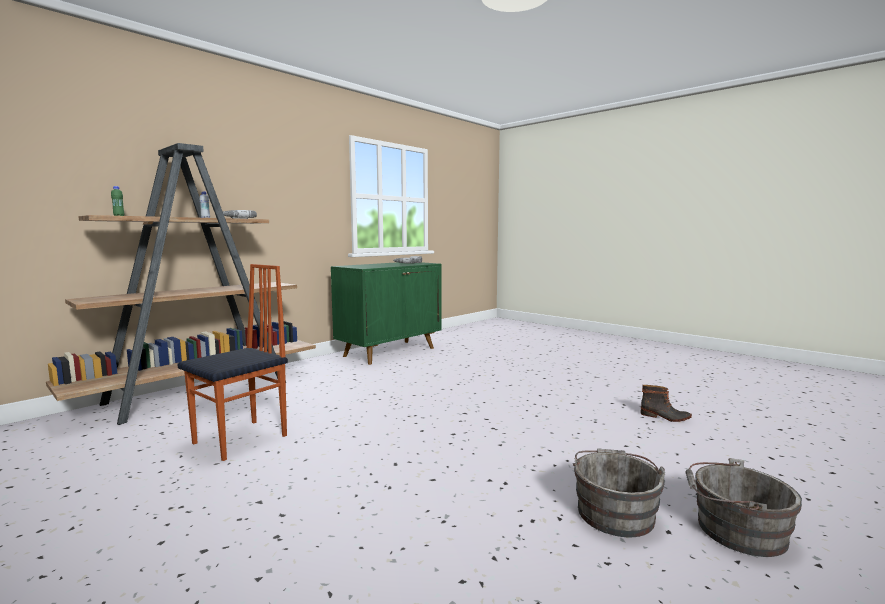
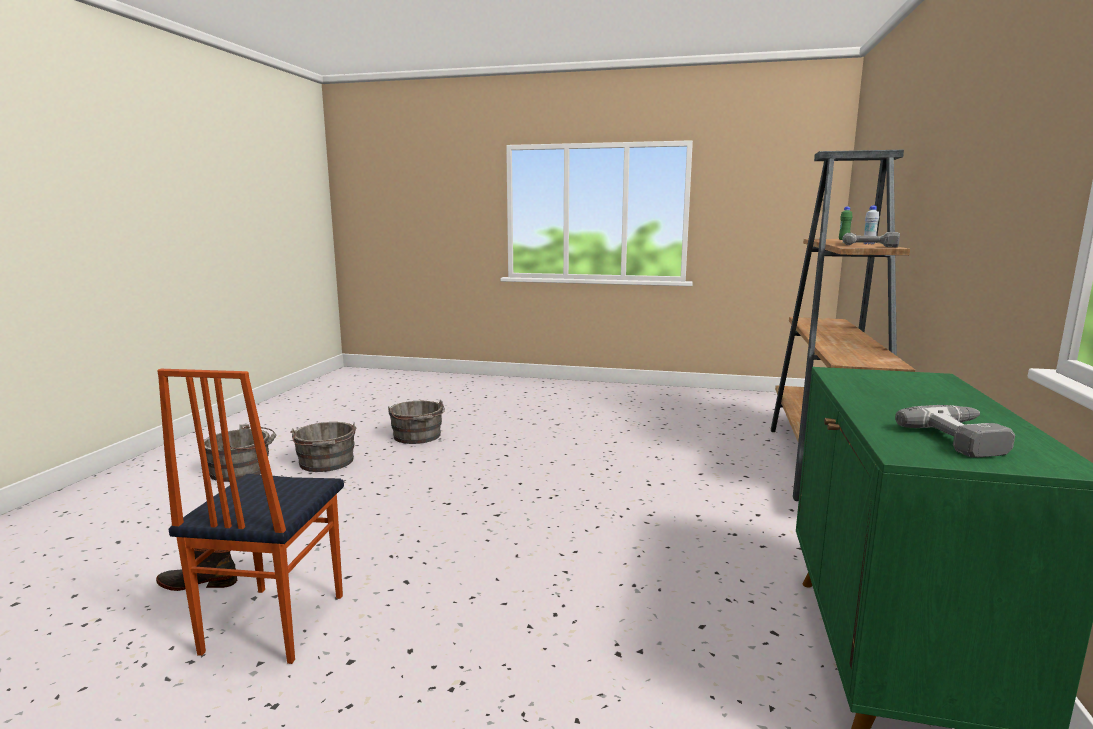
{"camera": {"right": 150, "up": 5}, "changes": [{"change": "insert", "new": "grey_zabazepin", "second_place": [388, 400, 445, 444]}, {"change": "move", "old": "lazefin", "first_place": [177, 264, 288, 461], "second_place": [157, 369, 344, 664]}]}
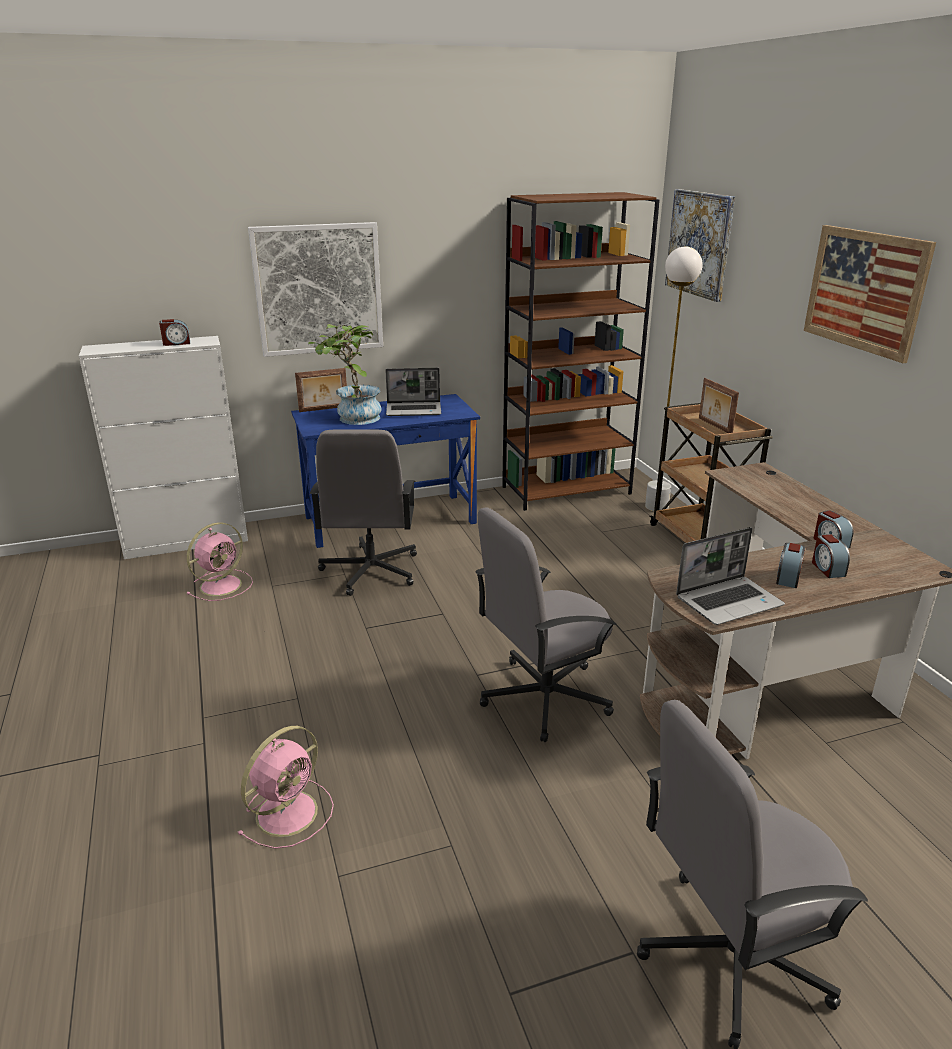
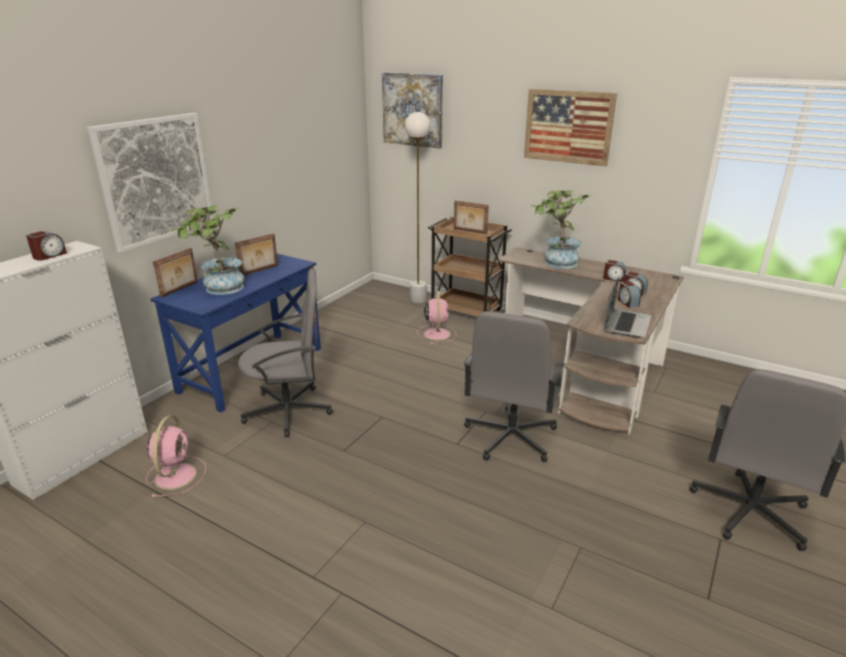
{"camera": {"right": -40, "up": 0}, "changes": [{"change": "delete", "old": "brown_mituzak", "first_place": [502, 192, 660, 511]}, {"change": "insert", "new": "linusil", "second_place": [531, 190, 592, 269]}, {"change": "move", "old": "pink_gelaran", "first_place": [238, 726, 334, 849], "second_place": [417, 291, 456, 344]}, {"change": "replace", "old": "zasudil", "new": "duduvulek", "first_place": [385, 368, 441, 416], "second_place": [235, 233, 278, 276]}, {"change": "rotate", "old": "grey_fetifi", "first_place": [310, 429, 417, 596], "second_place": [238, 269, 333, 437], "degrees": -60}]}
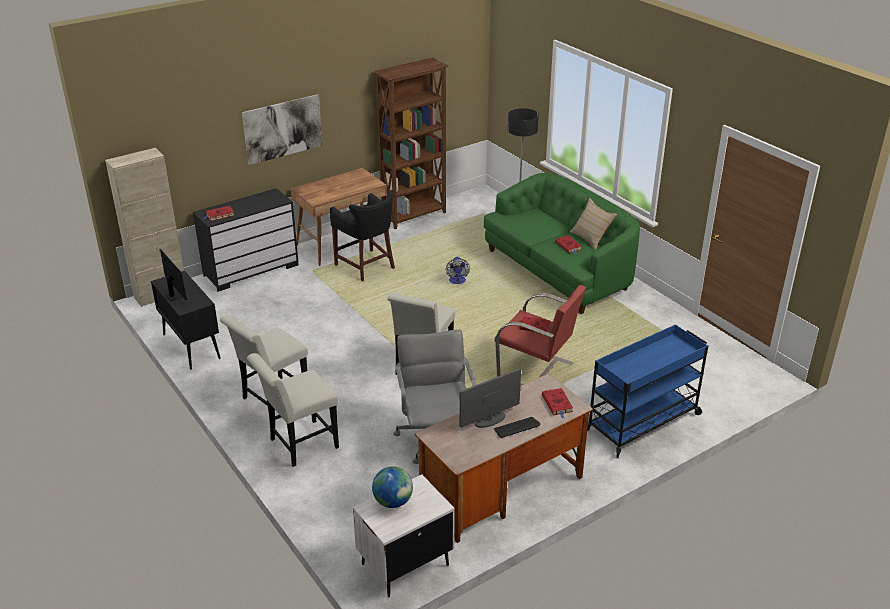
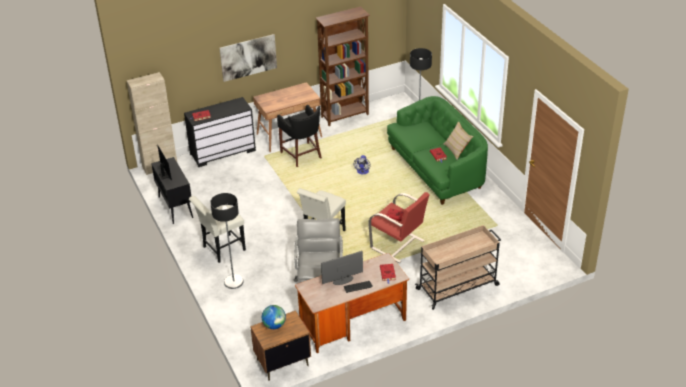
{"camera": {"right": 10, "up": 5}, "changes": [{"change": "replace", "old": "white_lazefin", "new": "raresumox", "first_place": [247, 353, 339, 467], "second_place": [210, 193, 244, 289]}, {"change": "recolor", "old": "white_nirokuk", "new": "brown_nirokuk", "first_place": [353, 475, 455, 597], "second_place": [250, 310, 311, 381]}, {"change": "recolor", "old": "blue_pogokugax", "new": "beige_pogokugax", "first_place": [587, 324, 708, 458], "second_place": [415, 225, 501, 310]}]}
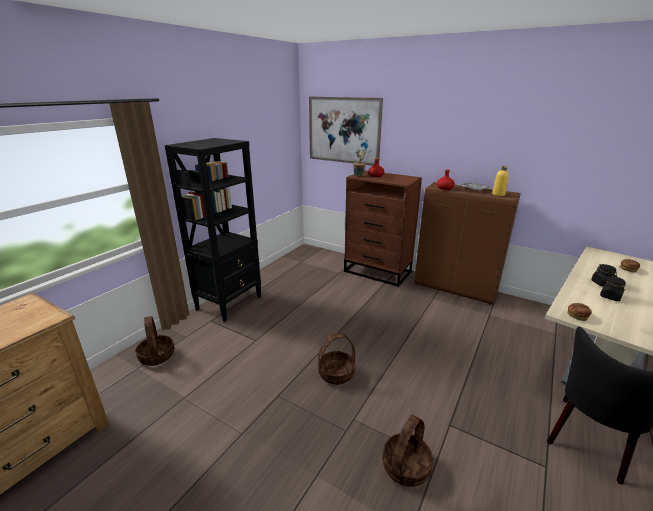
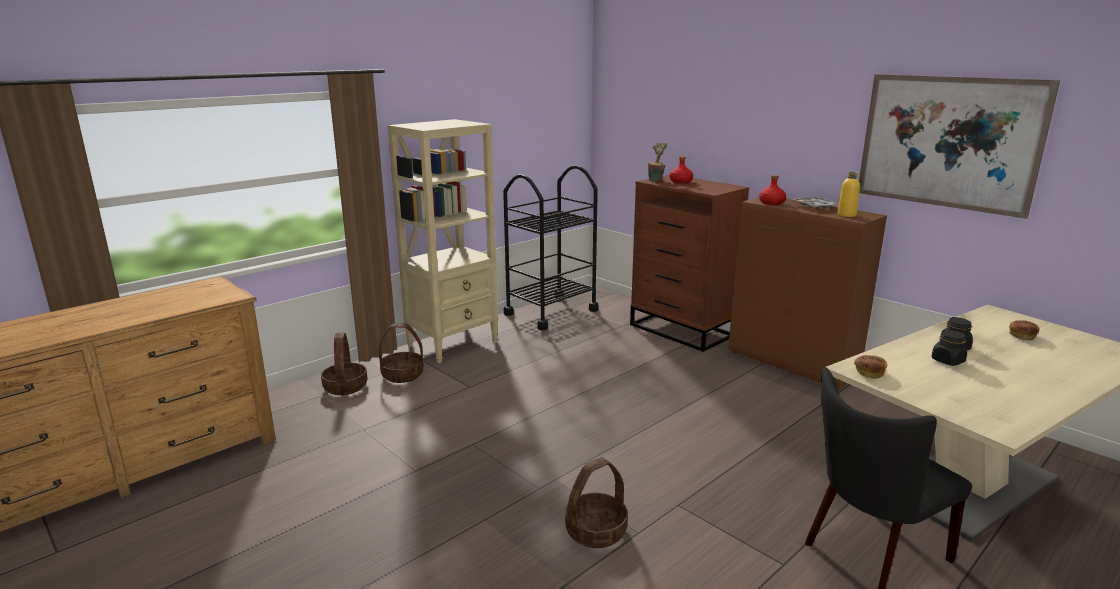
{"camera": {"right": 15, "up": -5}, "changes": [{"change": "insert", "new": "black_pogokugax", "second_place": [503, 165, 599, 331]}, {"change": "move", "old": "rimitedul", "first_place": [309, 97, 383, 166], "second_place": [859, 74, 1060, 219]}, {"change": "move", "old": "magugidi", "first_place": [318, 333, 355, 385], "second_place": [379, 323, 424, 383]}, {"change": "recolor", "old": "black_mituzak", "new": "beige_mituzak", "first_place": [165, 138, 262, 322], "second_place": [387, 119, 499, 363]}]}
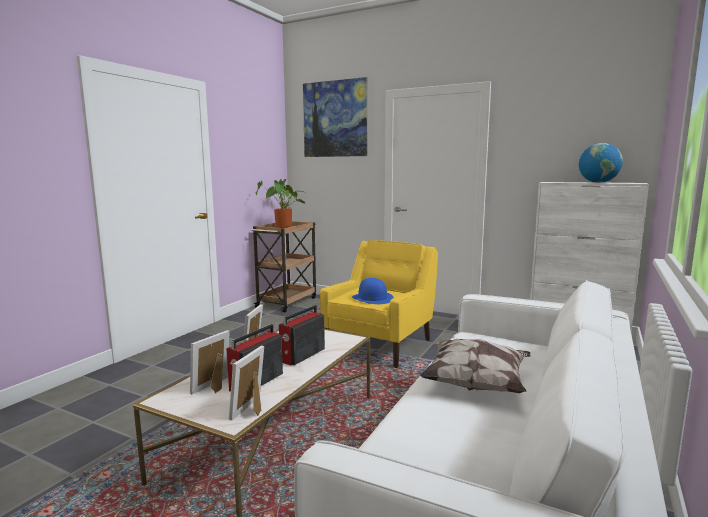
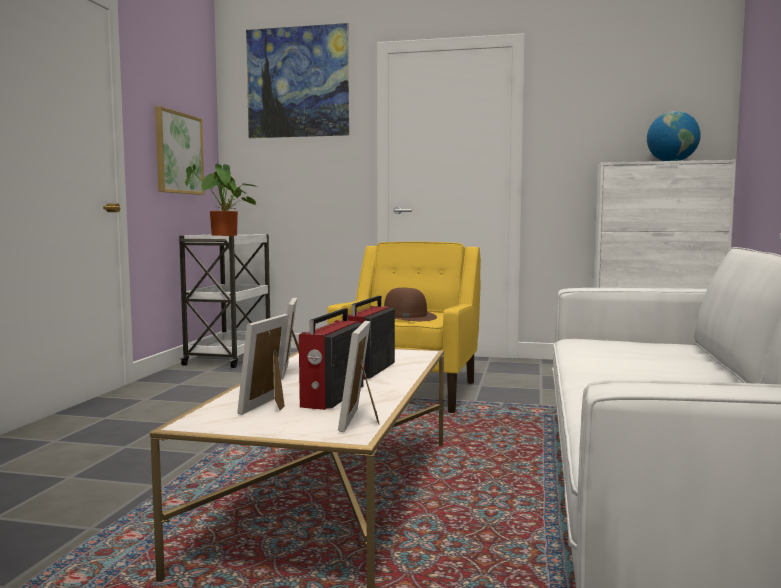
{"camera": {"right": -15, "up": -5}, "changes": [{"change": "delete", "old": "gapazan", "first_place": [419, 339, 531, 393]}, {"change": "insert", "new": "rimitedul", "second_place": [155, 106, 204, 195]}, {"change": "recolor", "old": "brown_pogokugax", "new": "white_pogokugax", "first_place": [252, 221, 316, 312], "second_place": [178, 234, 270, 368]}, {"change": "recolor", "old": "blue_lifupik", "new": "brown_lifupik", "first_place": [352, 278, 394, 304], "second_place": [384, 288, 437, 321]}]}
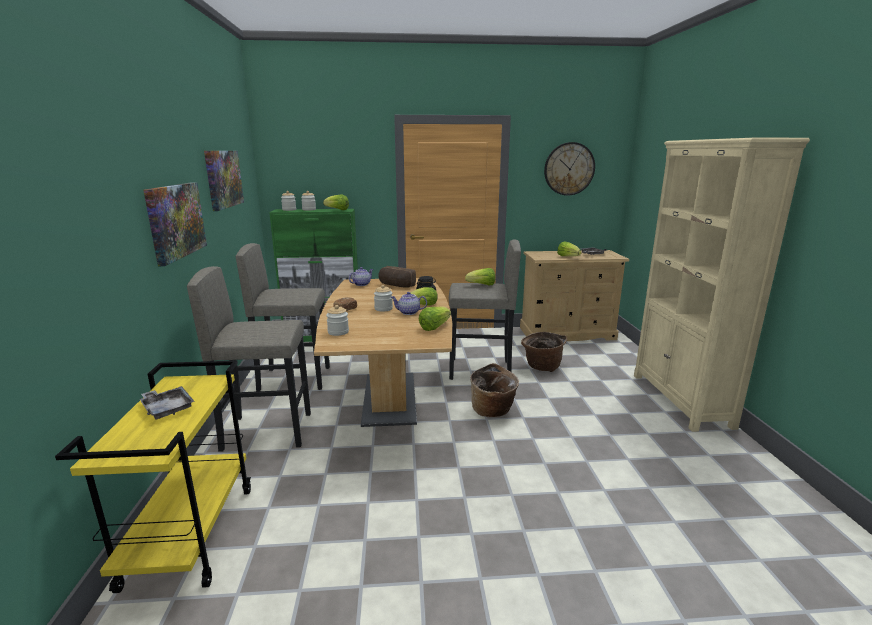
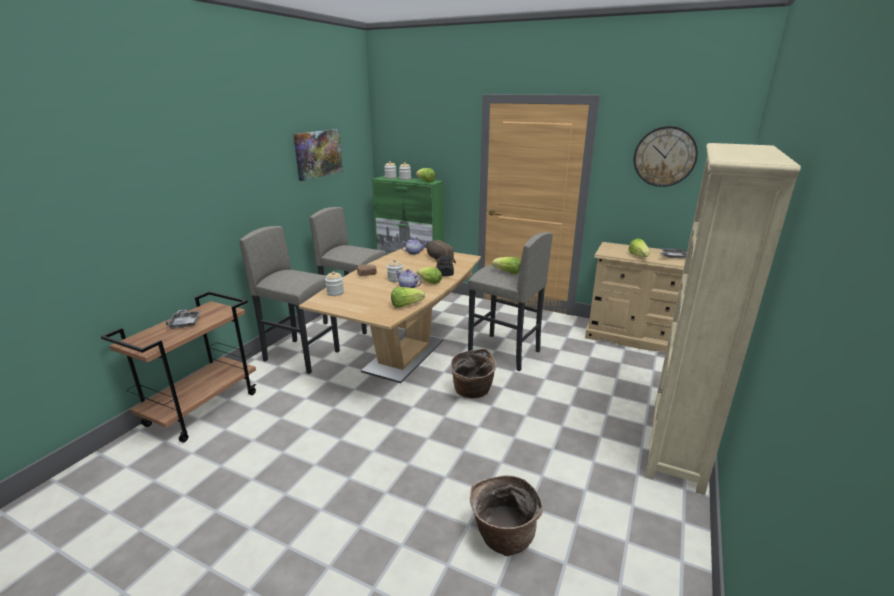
{"camera": {"right": 30, "up": 5}, "changes": [{"change": "delete", "old": "rimitedul", "first_place": [143, 182, 207, 266]}, {"change": "move", "old": "magugidi", "first_place": [521, 332, 567, 372], "second_place": [470, 475, 543, 556]}, {"change": "recolor", "old": "yellow_pogokugax", "new": "brown_pogokugax", "first_place": [55, 360, 251, 593], "second_place": [101, 291, 257, 443]}]}
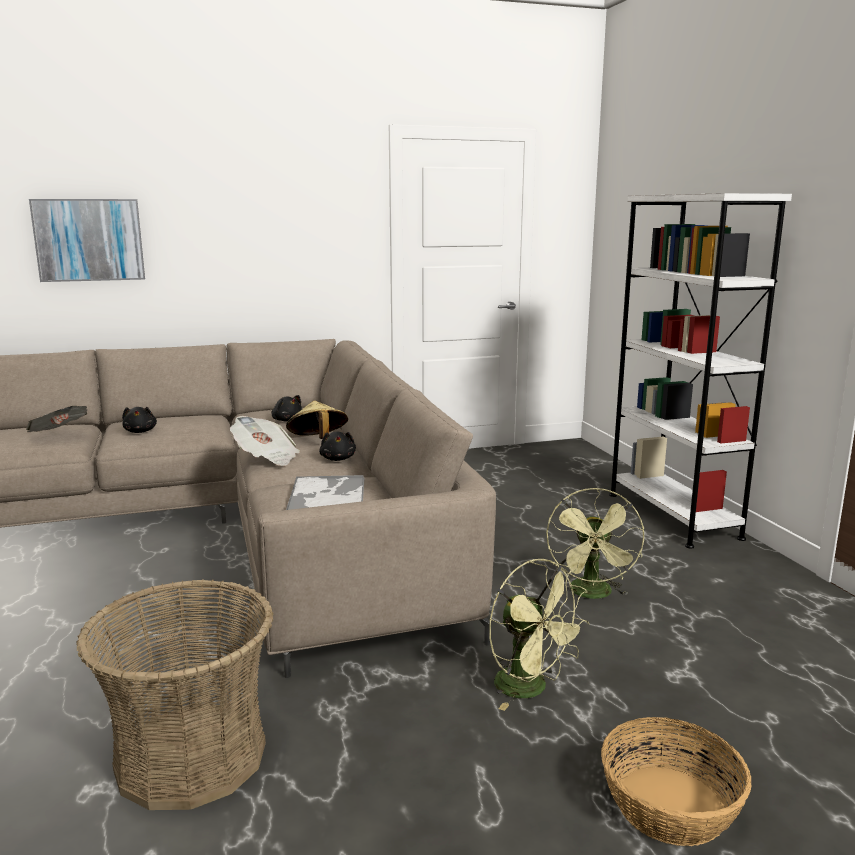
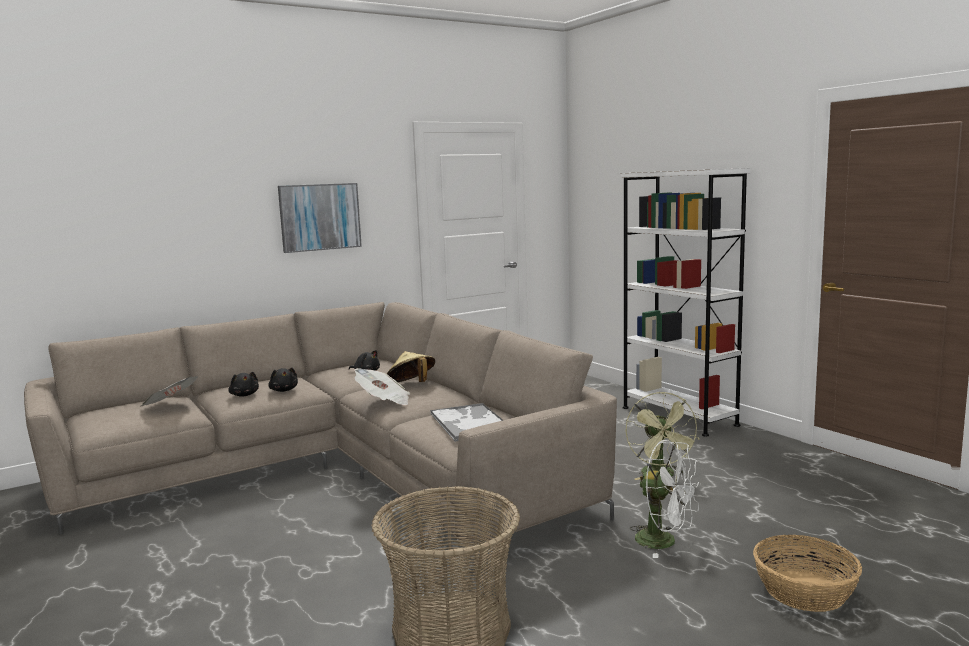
{"camera": {"right": -15, "up": -5}, "changes": [{"change": "move", "old": "rimitedul", "first_place": [29, 199, 145, 282], "second_place": [278, 183, 362, 253]}, {"change": "move", "old": "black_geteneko", "first_place": [319, 431, 356, 461], "second_place": [268, 368, 298, 392]}, {"change": "recolor", "old": "green_gelaran", "new": "white_gelaran", "first_place": [489, 559, 589, 711], "second_place": [630, 440, 701, 558]}]}
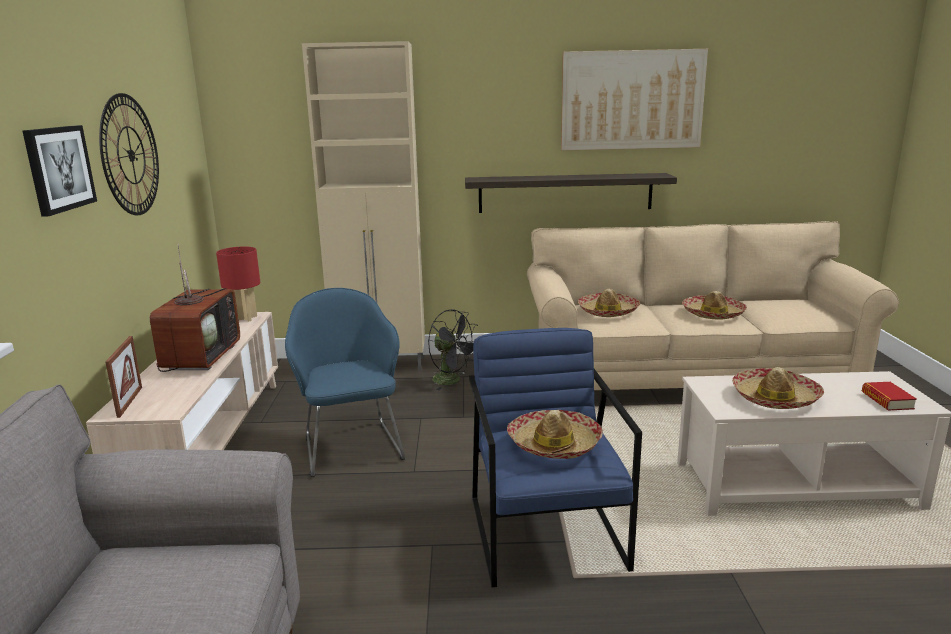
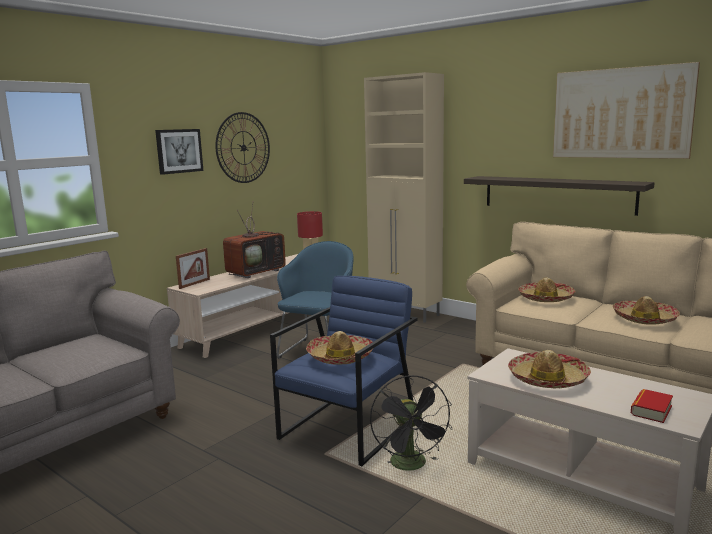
{"camera": {"right": 40, "up": -5}, "changes": [{"change": "move", "old": "black_gelaran", "first_place": [428, 309, 478, 390], "second_place": [370, 375, 452, 471]}]}
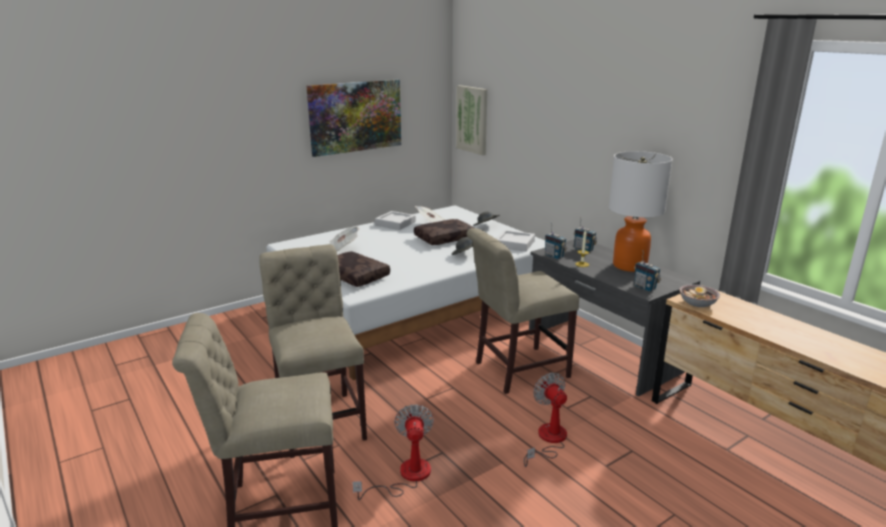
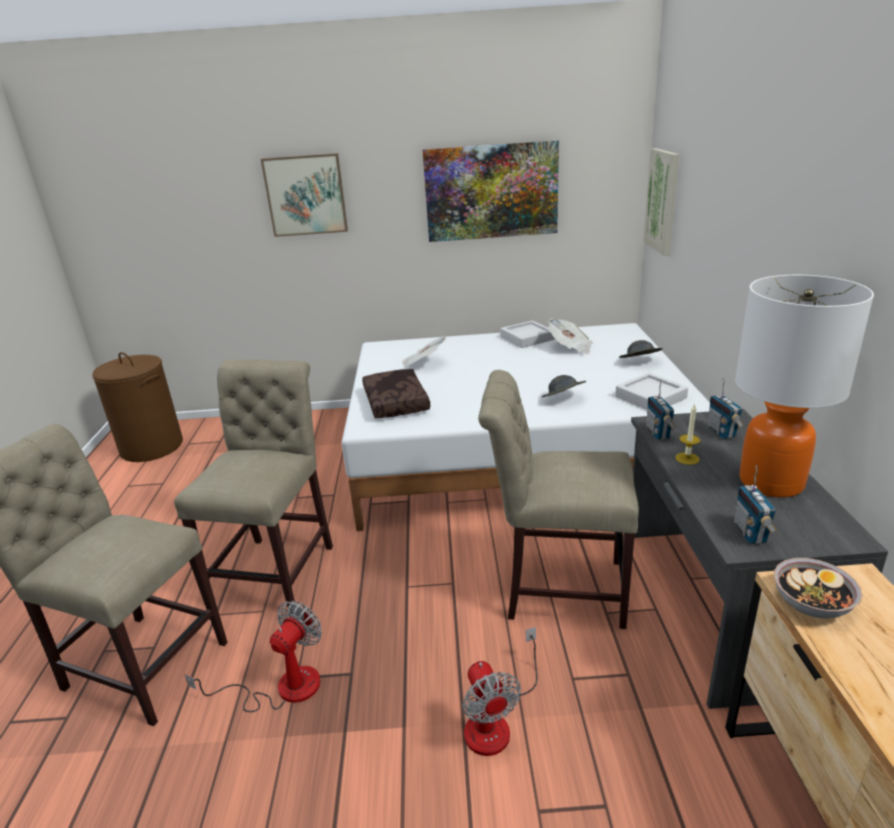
{"camera": {"right": 35, "up": 5}, "changes": [{"change": "delete", "old": "brown_gapazan", "first_place": [414, 219, 474, 245]}, {"change": "insert", "new": "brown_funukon", "second_place": [92, 352, 183, 462]}, {"change": "insert", "new": "rimitedul", "second_place": [261, 153, 348, 237]}, {"change": "rotate", "old": "gelaran", "first_place": [524, 372, 567, 467], "second_place": [462, 627, 538, 756], "degrees": 150}]}
